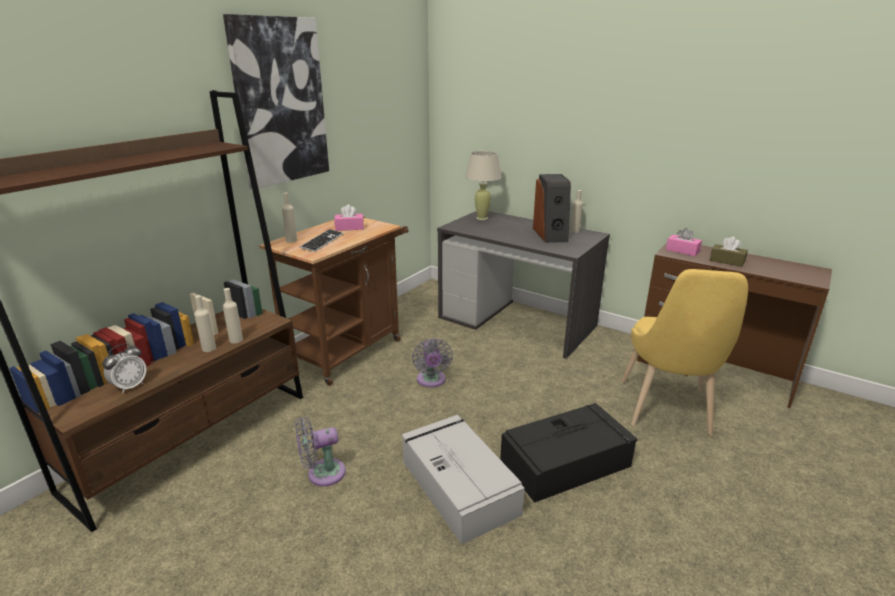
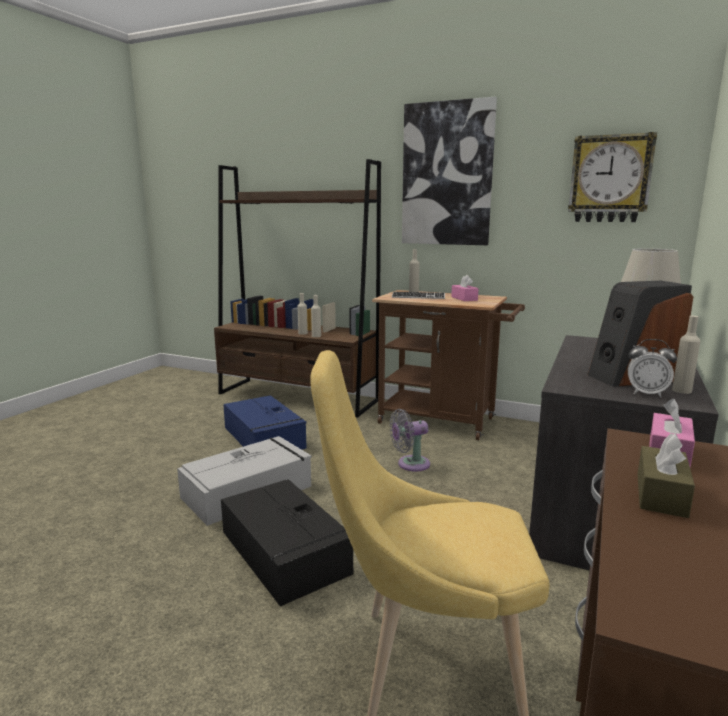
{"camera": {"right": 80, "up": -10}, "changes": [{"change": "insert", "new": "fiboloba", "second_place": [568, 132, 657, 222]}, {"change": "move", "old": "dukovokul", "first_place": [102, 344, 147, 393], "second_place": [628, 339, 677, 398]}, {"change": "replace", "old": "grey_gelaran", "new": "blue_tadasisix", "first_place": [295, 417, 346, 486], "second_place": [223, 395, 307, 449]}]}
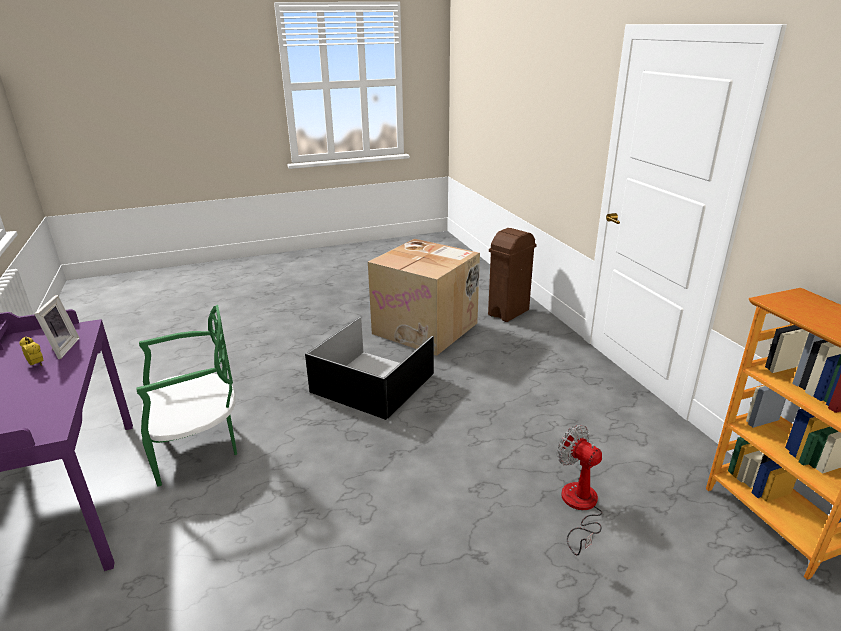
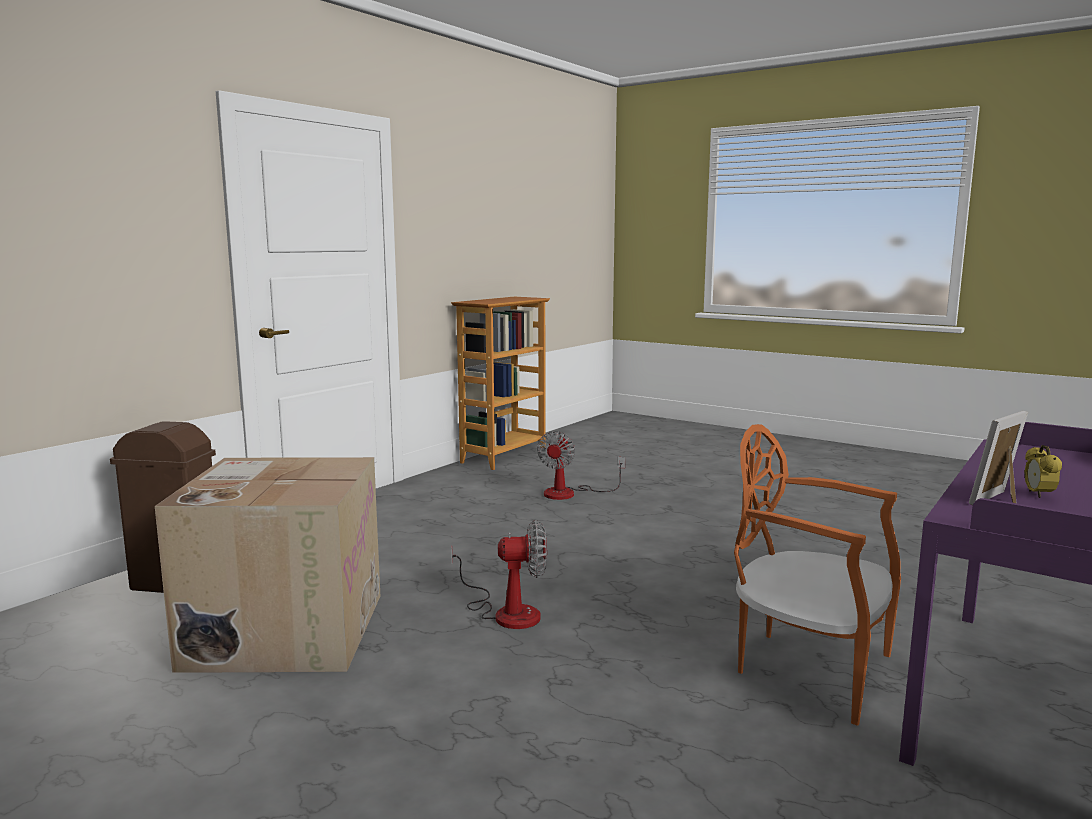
{"camera": {"right": -125, "up": -15}, "changes": [{"change": "replace", "old": "black_tadasisix", "new": "gelaran", "first_place": [305, 317, 434, 420], "second_place": [451, 520, 547, 629]}, {"change": "recolor", "old": "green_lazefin", "new": "orange_lazefin", "first_place": [136, 305, 237, 487], "second_place": [734, 424, 901, 726]}]}
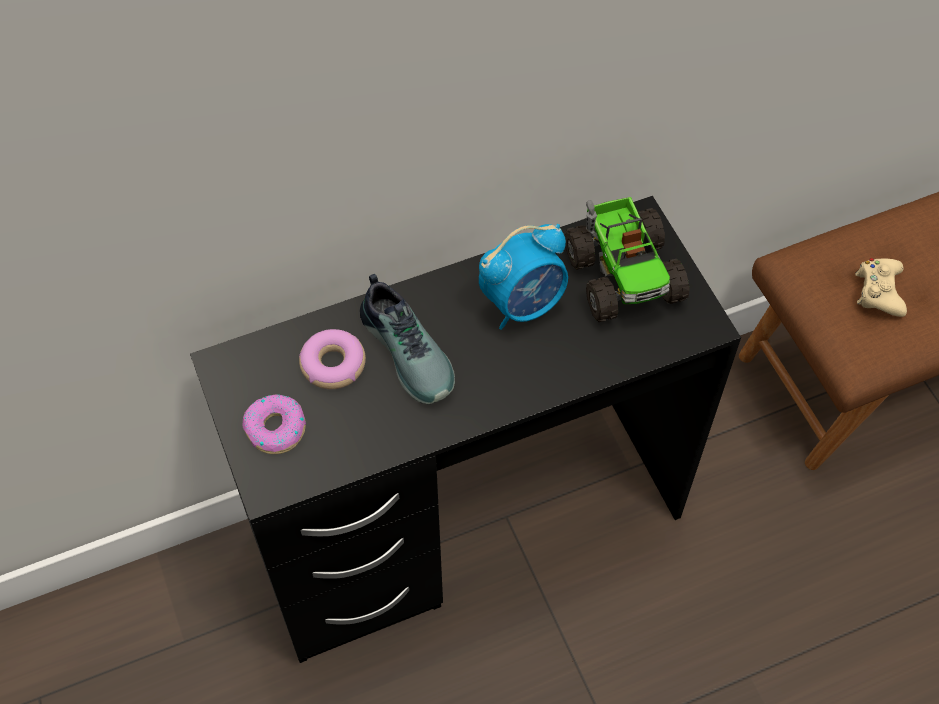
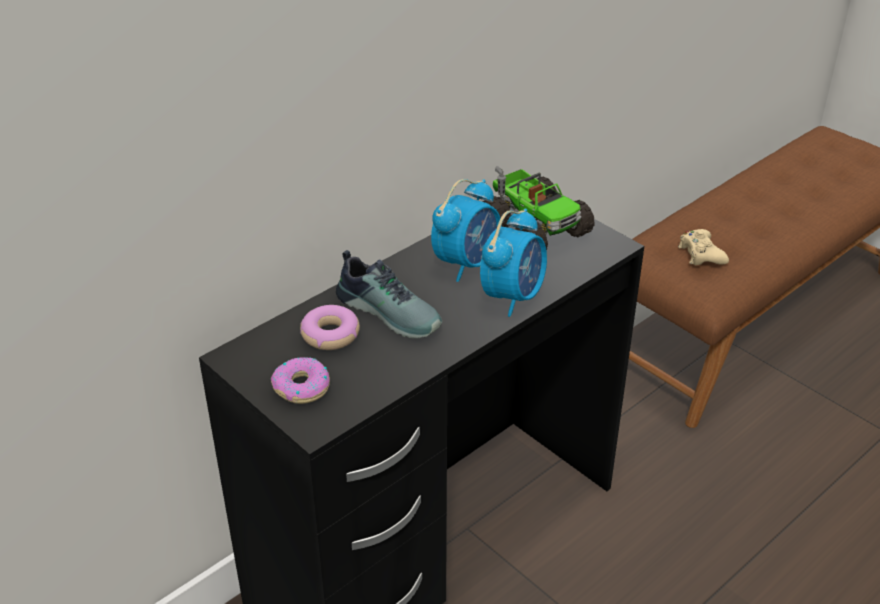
{"camera": {"right": -20, "up": -20}, "changes": [{"change": "insert", "new": "dukovokul", "second_place": [480, 209, 547, 317]}]}
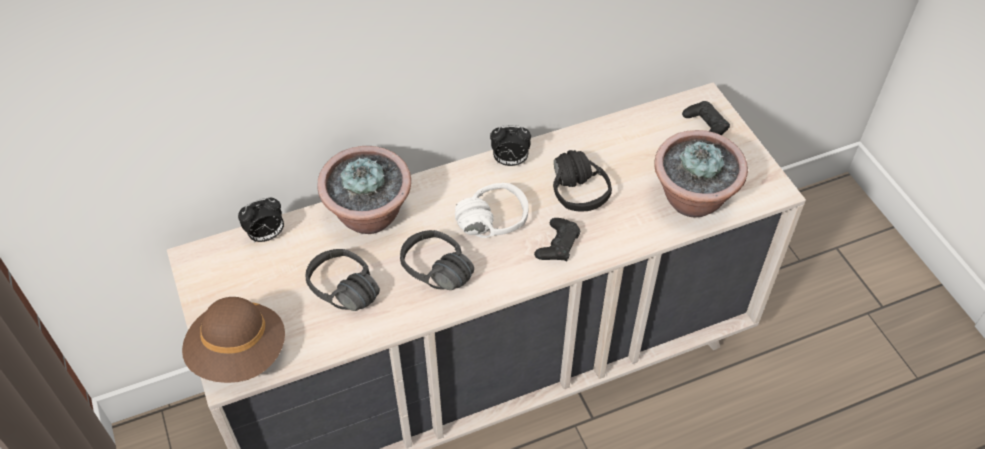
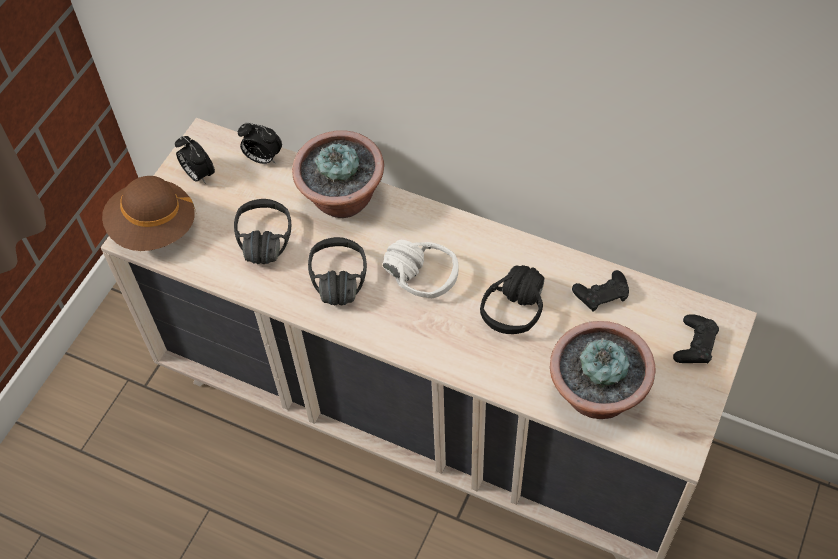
{"camera": {"right": 50, "up": 5}, "changes": [{"change": "move", "old": "dukovokul", "first_place": [490, 125, 531, 166], "second_place": [175, 136, 215, 184]}, {"change": "move", "old": "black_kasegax", "first_place": [534, 218, 580, 261], "second_place": [572, 270, 629, 311]}]}
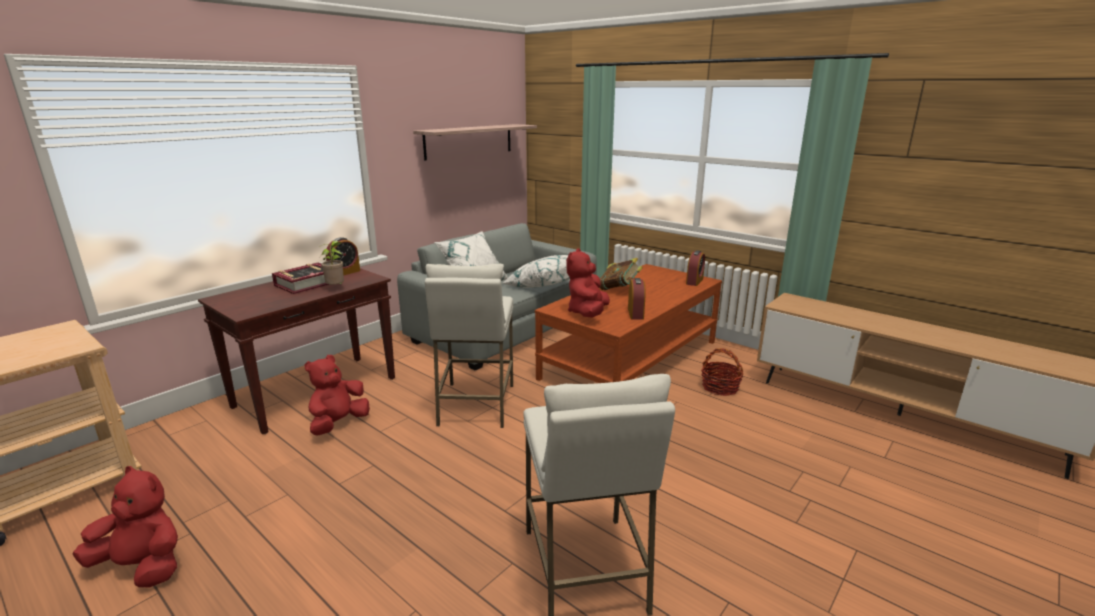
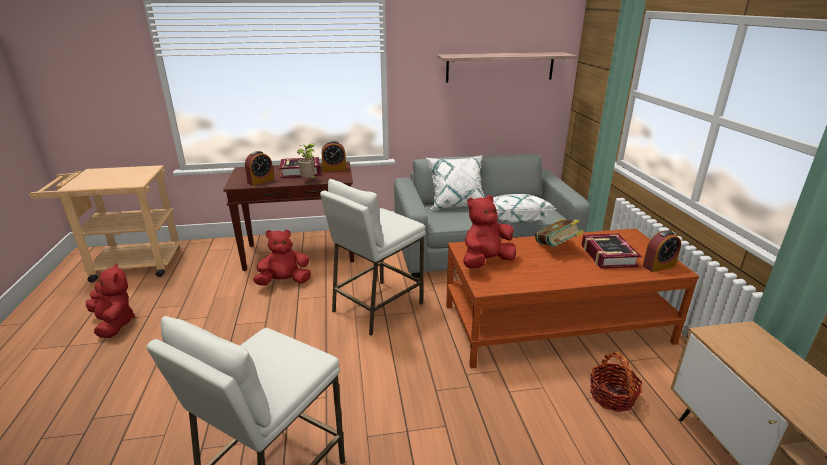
{"camera": {"right": 40, "up": 5}, "changes": [{"change": "insert", "new": "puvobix", "second_place": [581, 234, 641, 269]}, {"change": "move", "old": "dukovokul", "first_place": [628, 278, 645, 320], "second_place": [245, 151, 274, 186]}]}
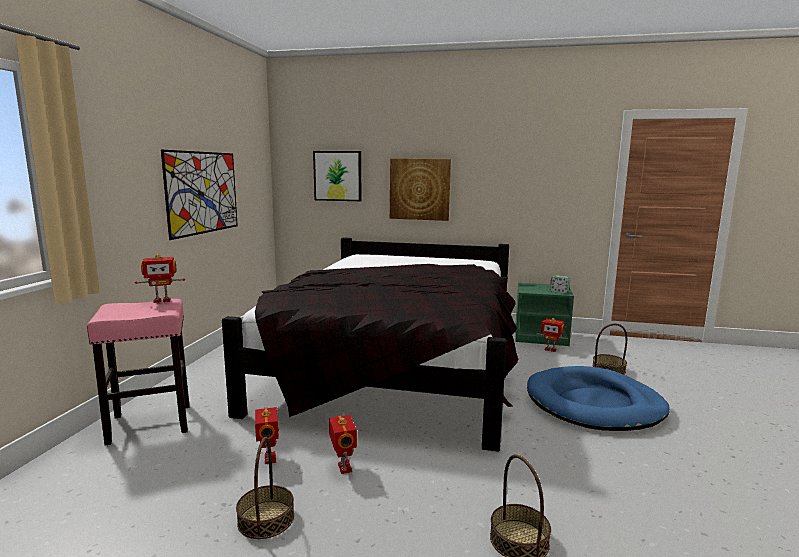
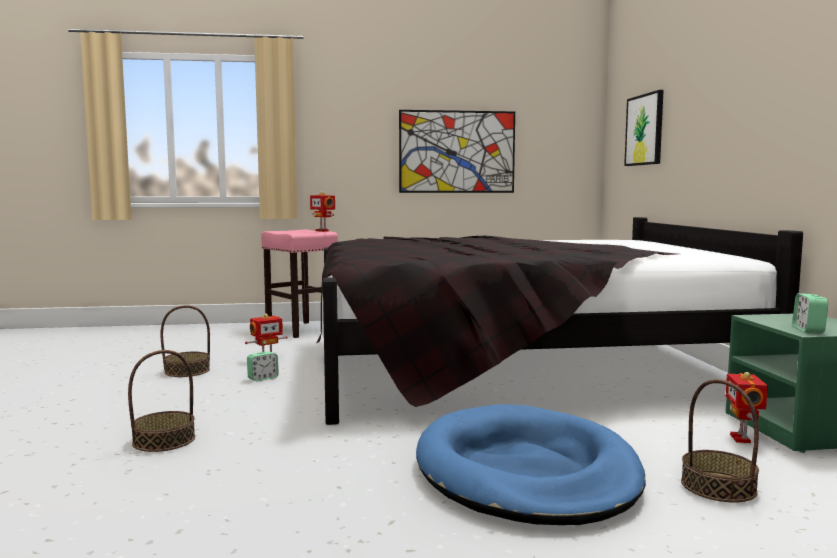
{"camera": {"right": 70, "up": -5}, "changes": [{"change": "delete", "old": "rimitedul", "first_place": [390, 158, 451, 221]}, {"change": "replace", "old": "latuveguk", "new": "dukovokul", "first_place": [329, 415, 357, 474], "second_place": [247, 351, 279, 381]}]}
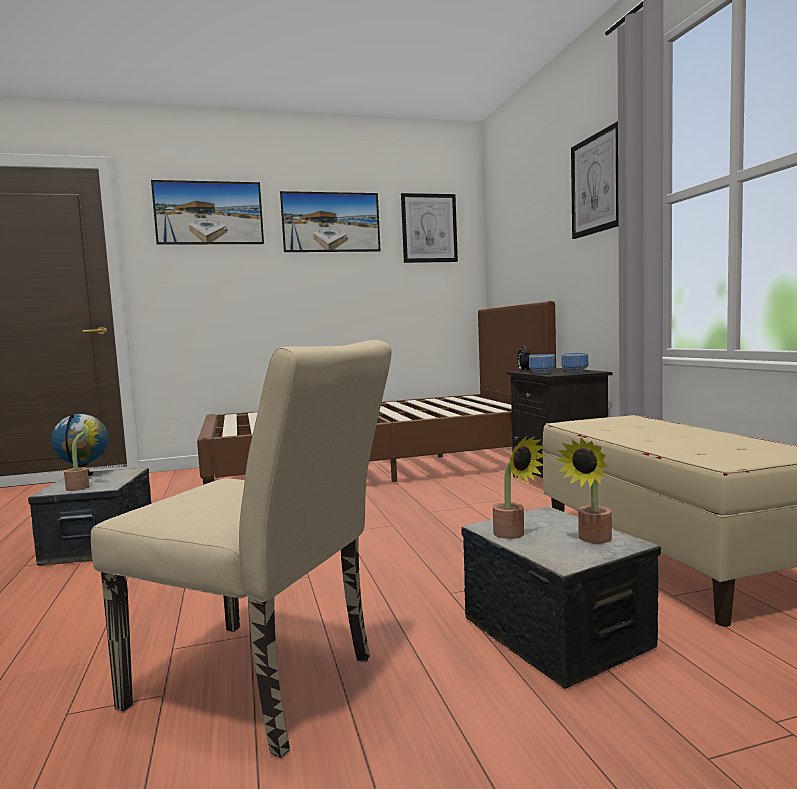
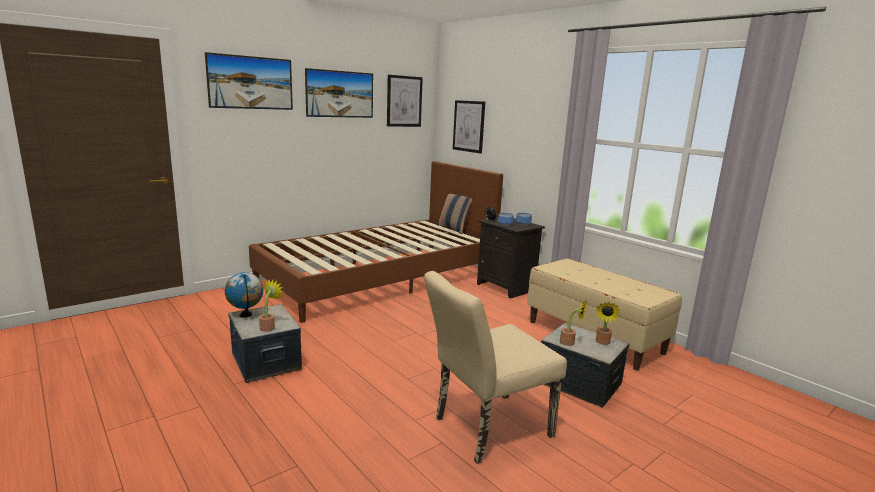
{"camera": {"right": -25, "up": 10}, "changes": [{"change": "insert", "new": "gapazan", "second_place": [437, 194, 472, 234]}, {"change": "move", "old": "rimitedul", "first_place": [571, 121, 618, 239], "second_place": [453, 100, 485, 154]}, {"change": "rotate", "old": "beige_lazefin", "first_place": [91, 340, 392, 758], "second_place": [424, 271, 567, 464], "degrees": 150}]}
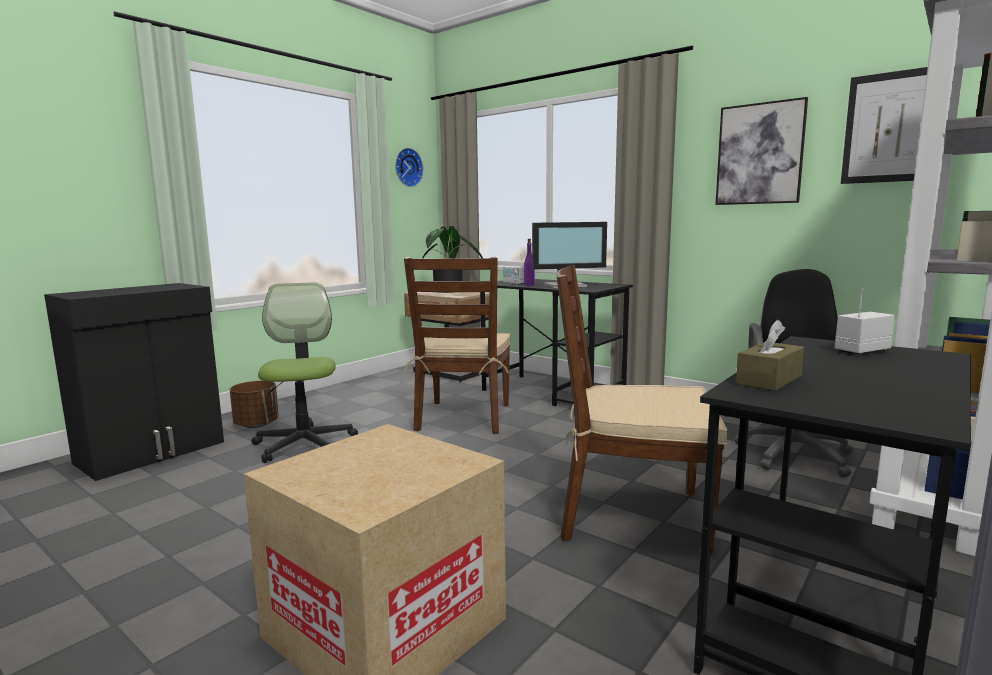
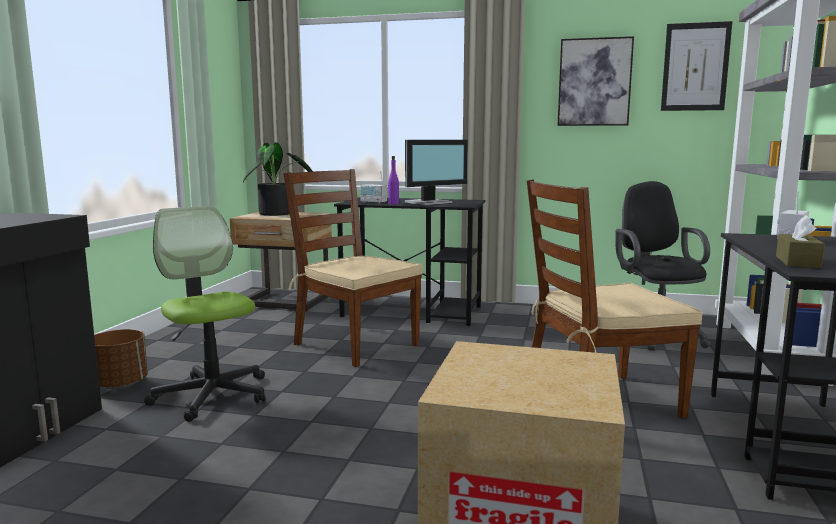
{"camera": {"right": -25, "up": 0}, "changes": [{"change": "delete", "old": "fiboloba", "first_place": [395, 148, 423, 187]}, {"change": "rotate", "old": "brown_lazefin", "first_place": [404, 257, 511, 434], "second_place": [283, 169, 423, 367], "degrees": 150}]}
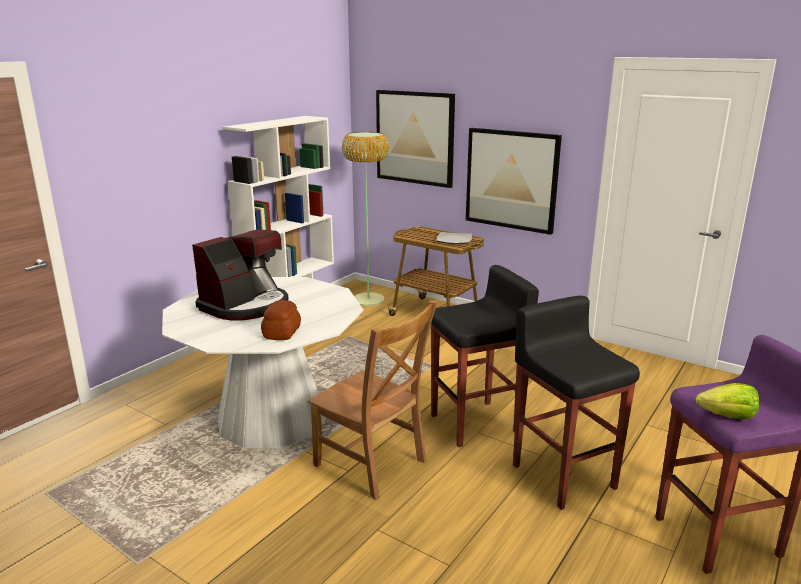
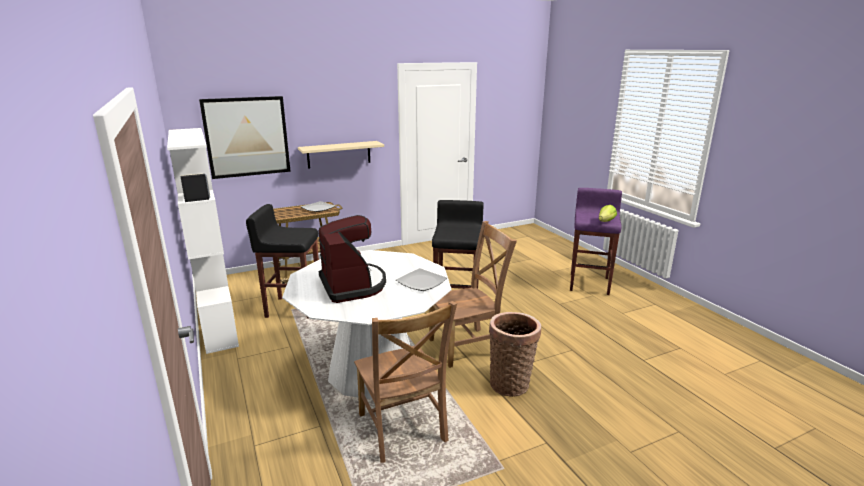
{"camera": {"right": -60, "up": 0}, "changes": [{"change": "delete", "old": "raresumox", "first_place": [342, 132, 389, 306]}, {"change": "insert", "new": "brown_lazefin", "second_place": [354, 301, 457, 463]}, {"change": "insert", "new": "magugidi", "second_place": [489, 312, 541, 397]}, {"change": "move", "old": "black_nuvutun", "first_place": [513, 296, 640, 510], "second_place": [246, 204, 319, 319]}, {"change": "replace", "old": "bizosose", "new": "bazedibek", "first_place": [261, 300, 301, 340], "second_place": [396, 268, 447, 291]}, {"change": "replace", "old": "rimitedul", "new": "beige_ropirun", "first_place": [466, 128, 562, 235], "second_place": [298, 141, 384, 169]}]}
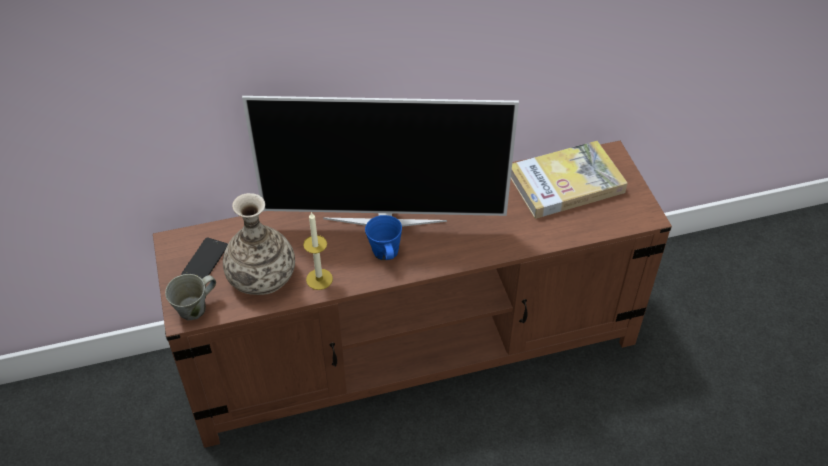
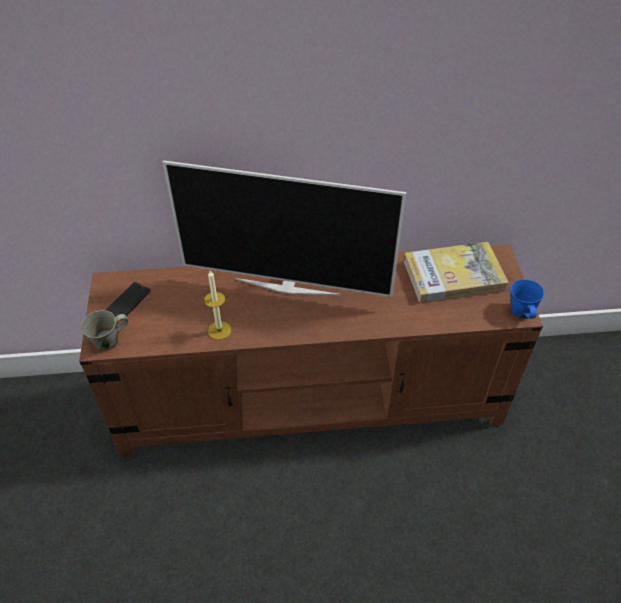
{"camera": {"right": 10, "up": 0}, "changes": [{"change": "delete", "old": "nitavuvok", "first_place": [223, 193, 295, 295]}, {"change": "move", "old": "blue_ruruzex", "first_place": [365, 215, 402, 260], "second_place": [510, 279, 544, 319]}]}
